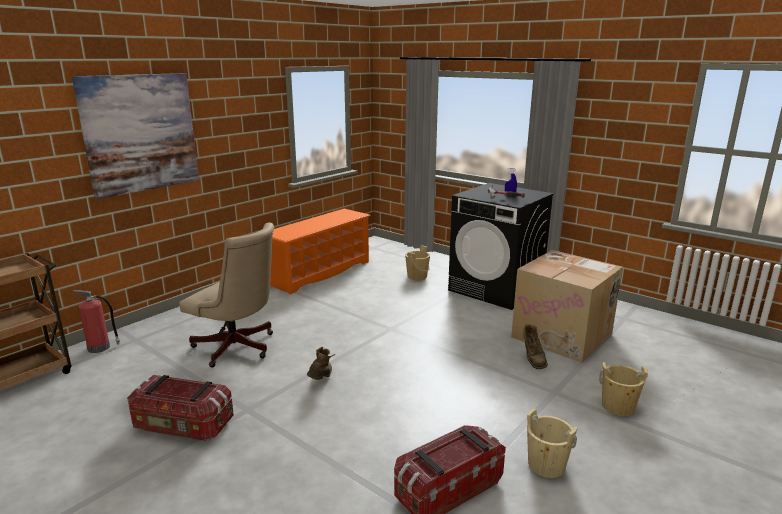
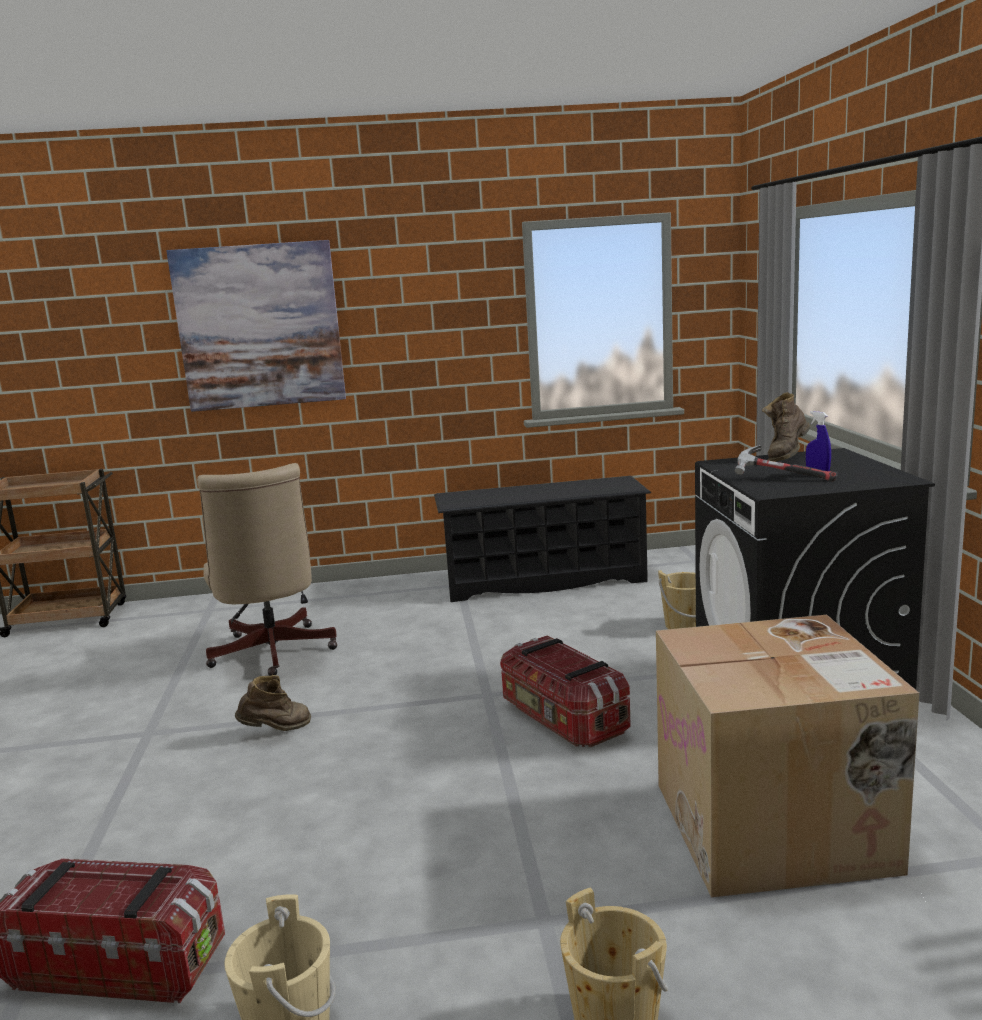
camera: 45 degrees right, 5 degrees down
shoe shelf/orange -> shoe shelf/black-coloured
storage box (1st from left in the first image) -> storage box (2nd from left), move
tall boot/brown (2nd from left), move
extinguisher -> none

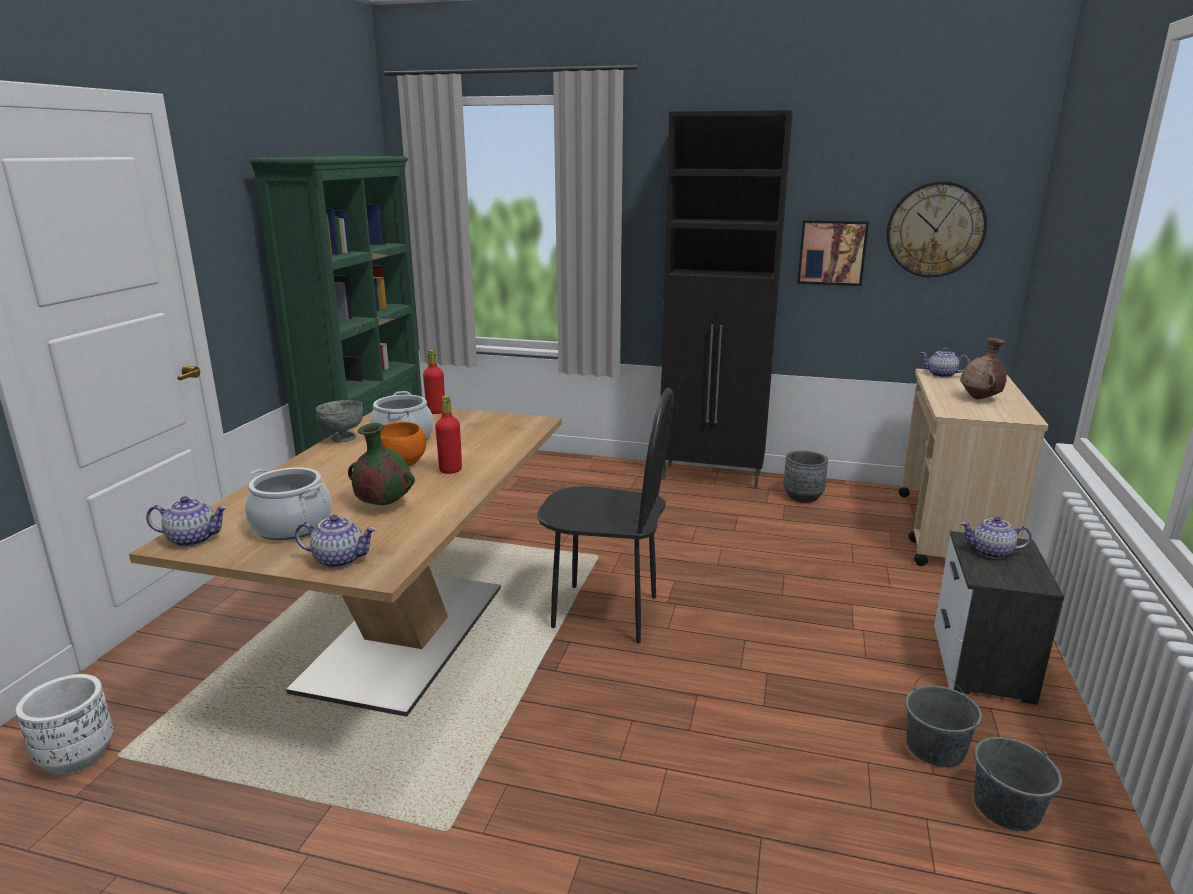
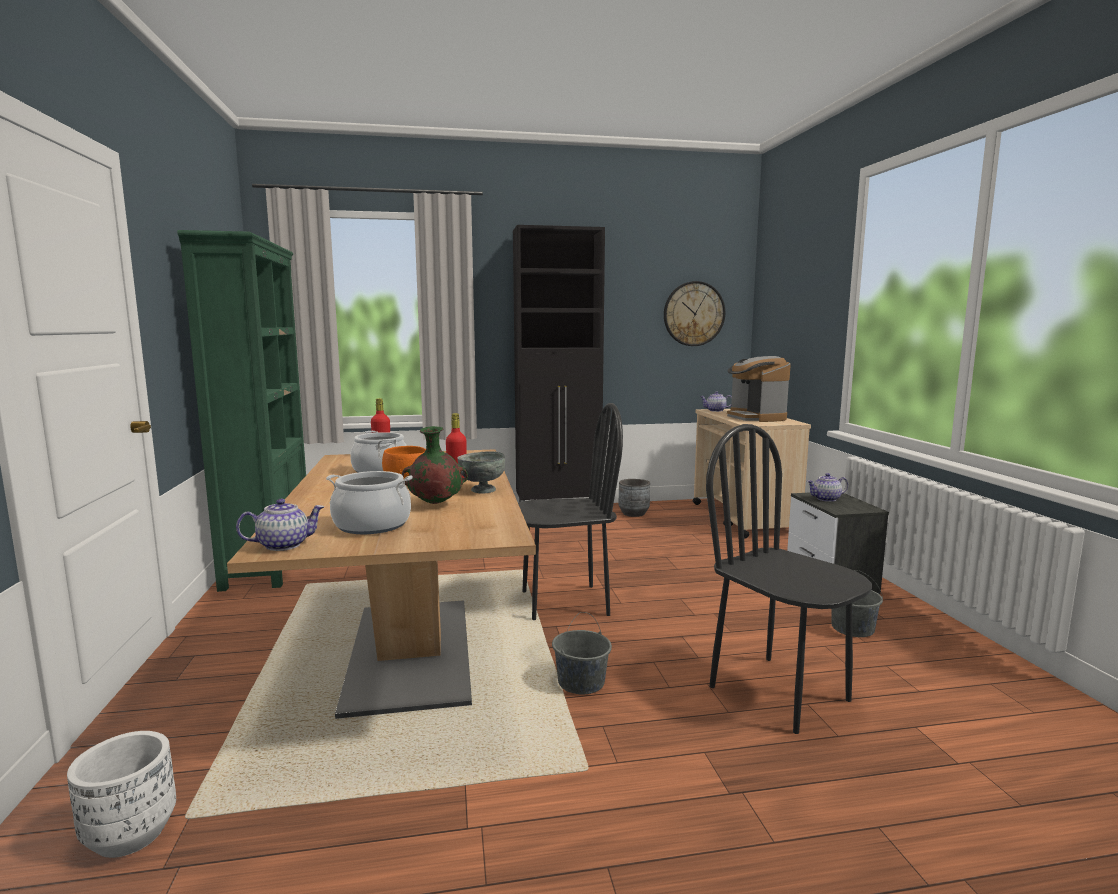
camera: 25 degrees left, 10 degrees down
deep dish/greyish, move
bucket/greyish (2nd from left in the first image) -> bucket/greyish (1st from left), move
none -> plain chair/black-coloured (2nd from left)
vase/brown -> coffee maker
teapot (2nd from left) -> none
wall picture -> none

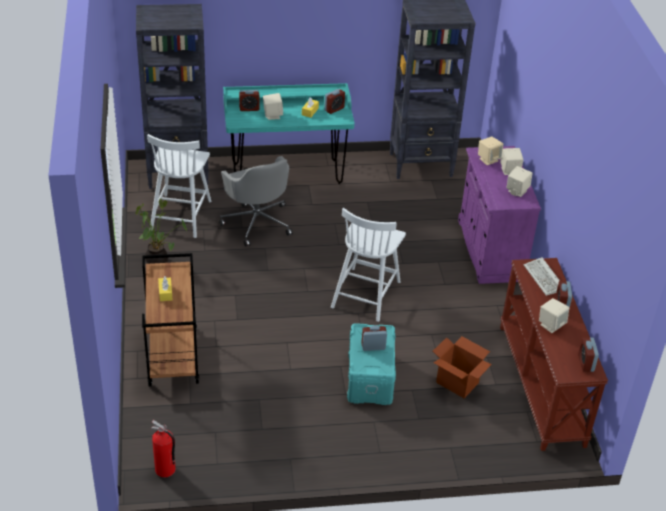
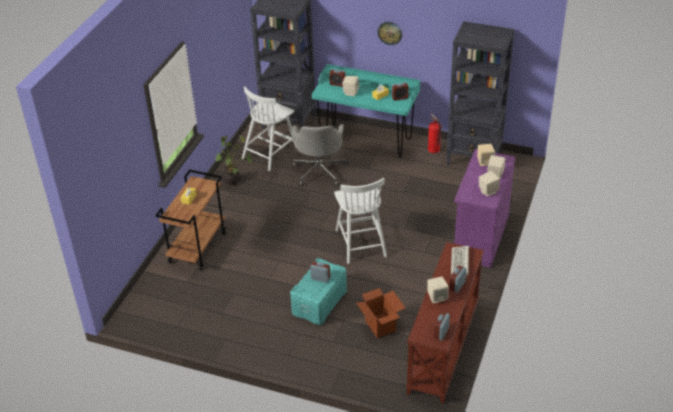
camera: 30 degrees right, 0 degrees up
plain chair/whitish (2nd from left), 60 degrees counterclockwise
none -> hanging clock
extinguisher, move

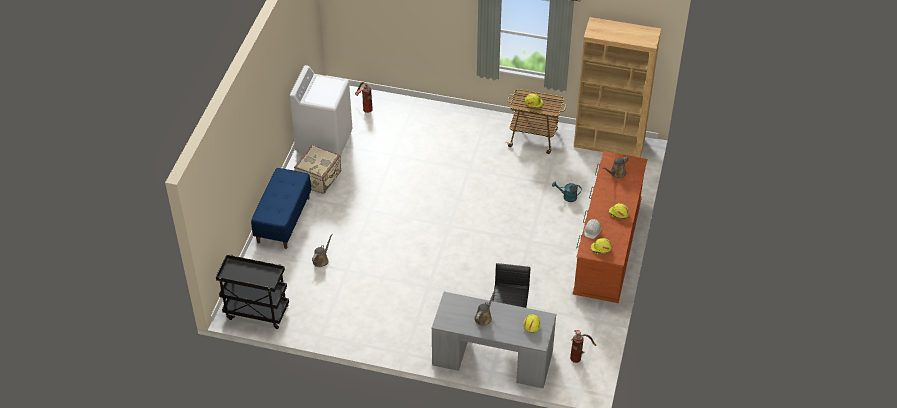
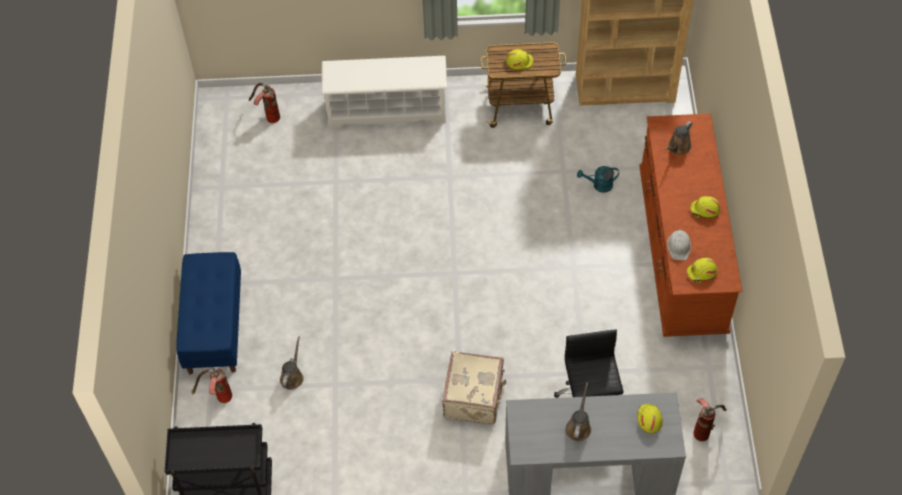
camera: 15 degrees left, 10 degrees up
none -> extinguisher (1st from left)
none -> shoe shelf/whitish
piece of luggage/sand-coloured, move
laundry machine/whitish -> none

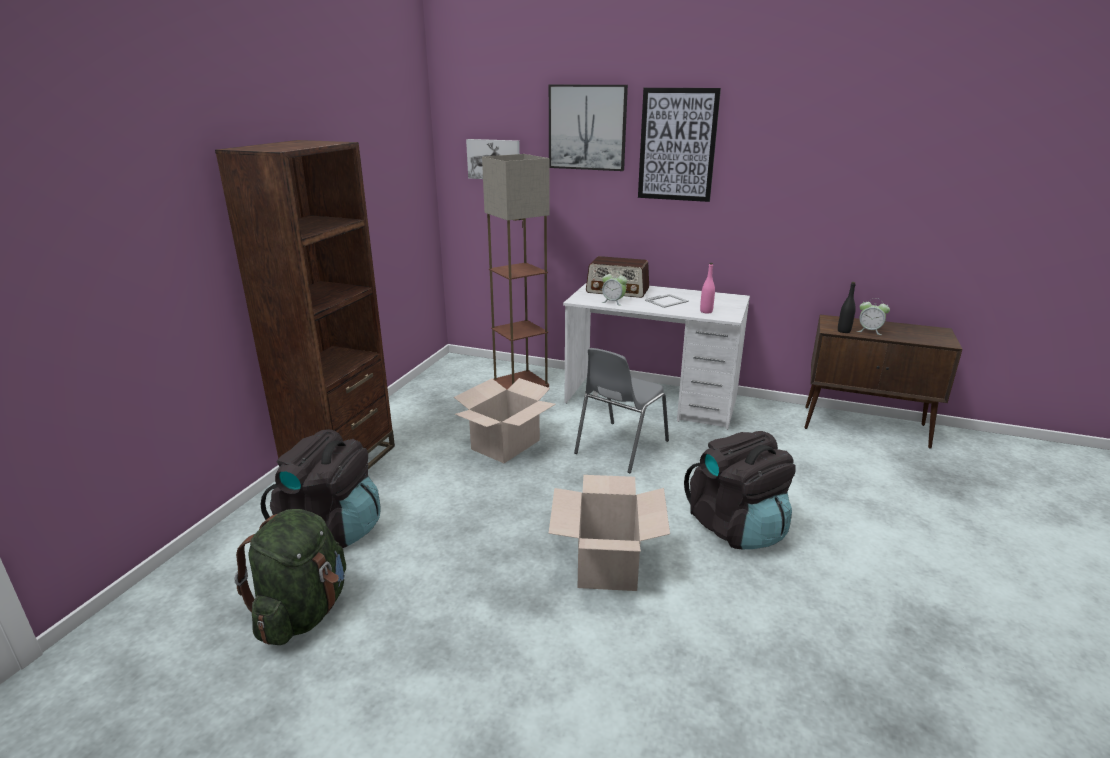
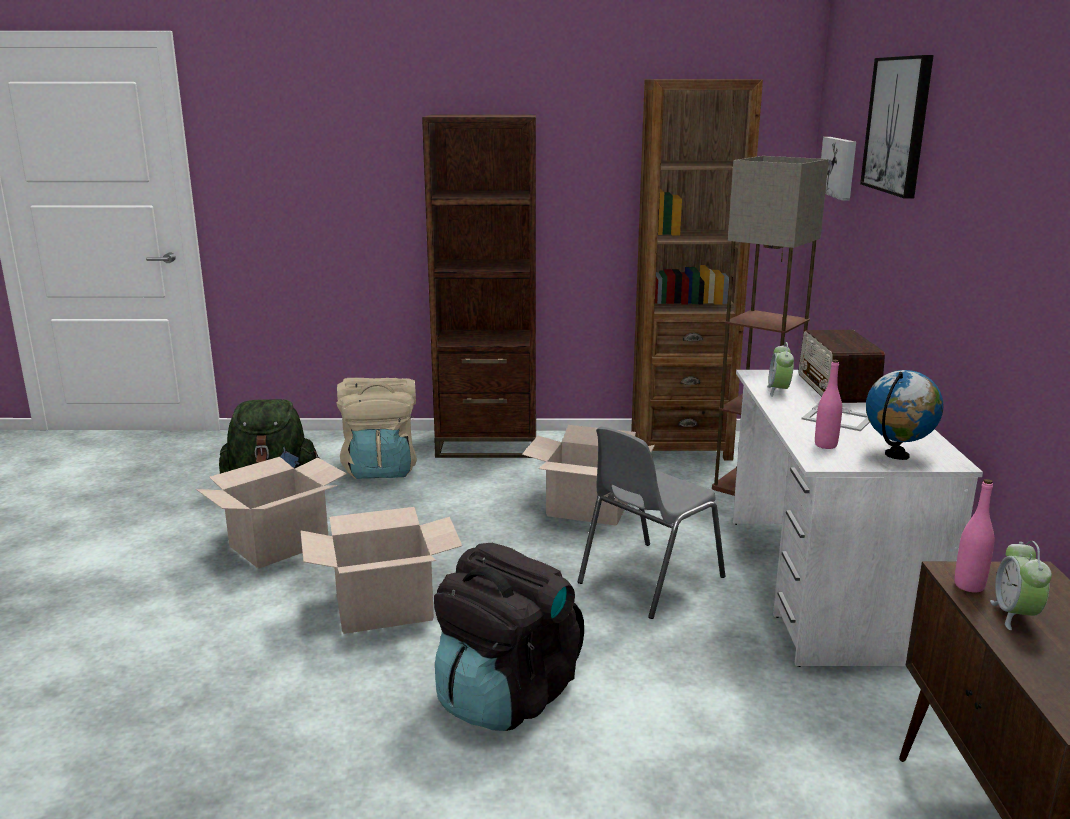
camera: 70 degrees right, 5 degrees down
none -> packing box (1st from left)
knapsack/black-coloured (1st from left) -> knapsack/sand-coloured
plain chair/greyish, 60 degrees counterclockwise
none -> bookshelf/brown (2nd from left)
none -> world globe
beverage bottle/black-coloured -> beverage bottle/pink-coloured (2nd from left)
wall picture (3rd from left) -> none

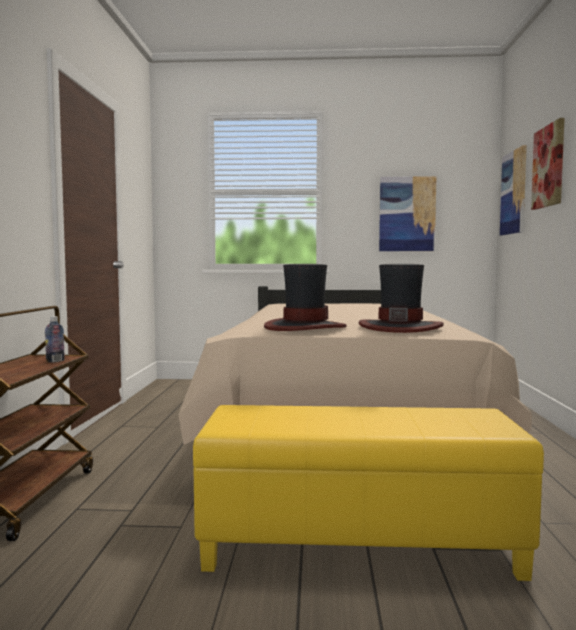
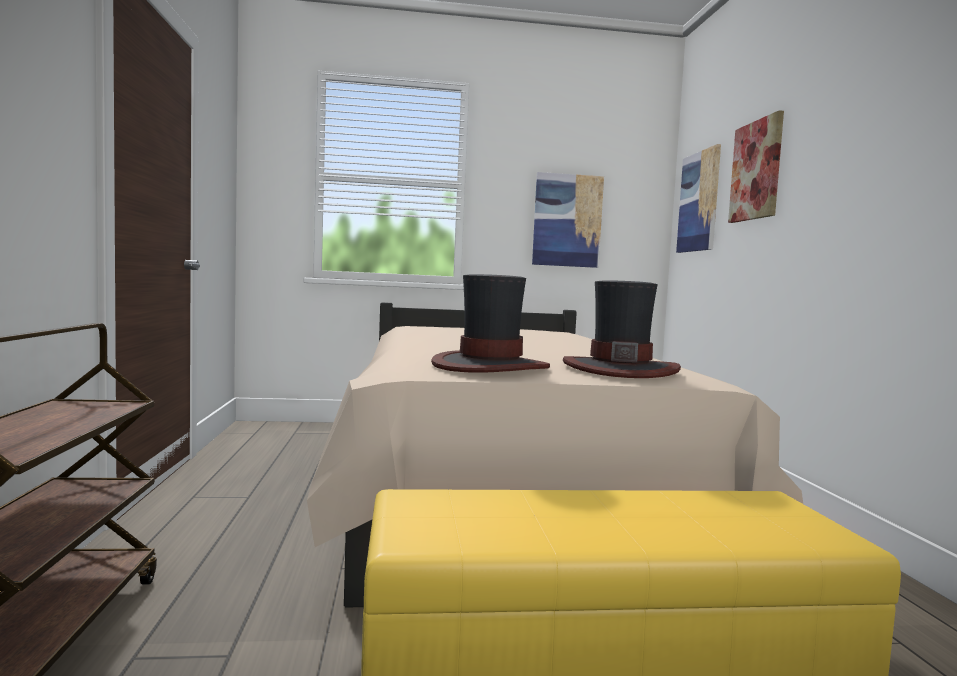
camera: 10 degrees left, 0 degrees up
beverage bottle -> none

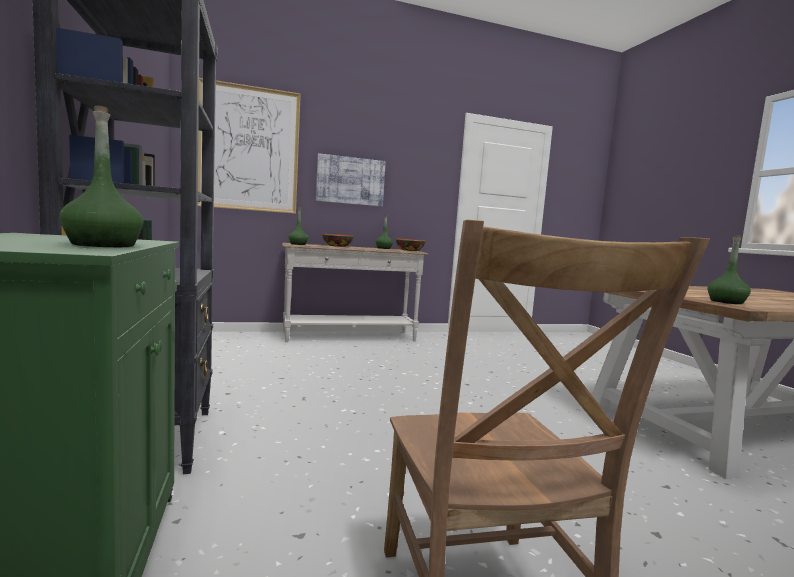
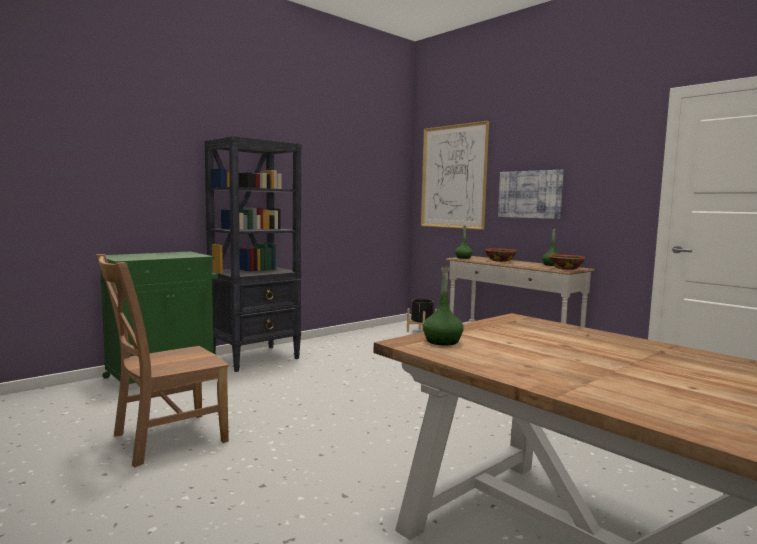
camera: 65 degrees right, 0 degrees up
none -> plant pot/black-coloured
beverage bottle/green (1st from left) -> none

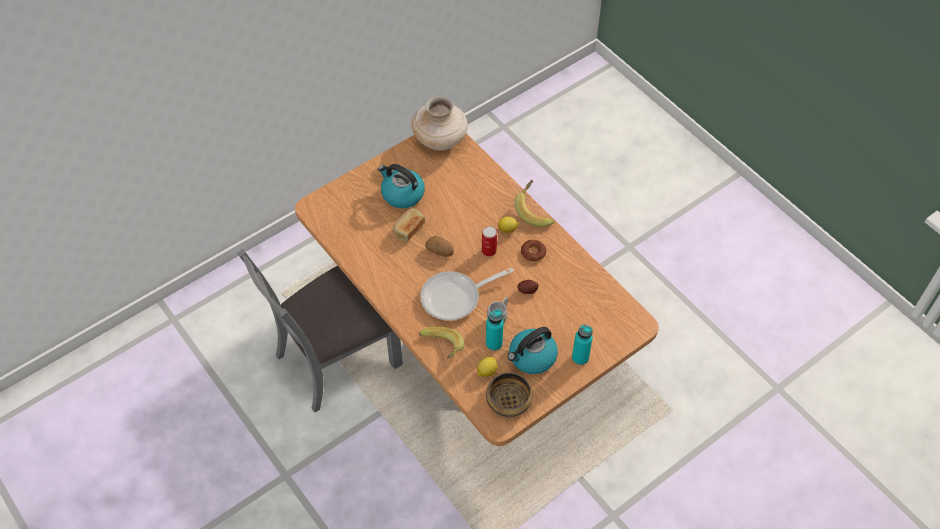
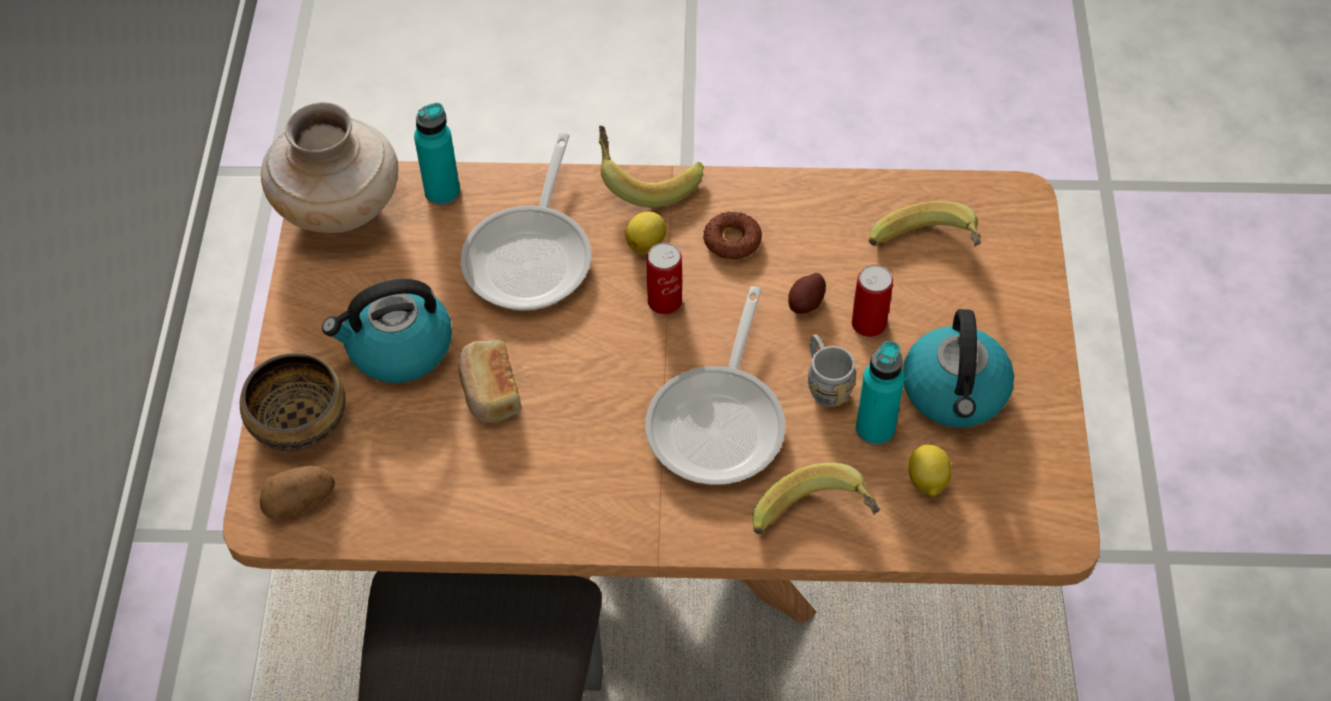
camera: 50 degrees left, 0 degrees up
deep dish, move
whole potato (1st from left), move
beverage bottle/turquoise (2nd from left in the first image) -> beverage bottle/turquoise (1st from left), move
none -> skillet (1st from left)
none -> sealed can (2nd from left)
none -> banana (3rd from left)

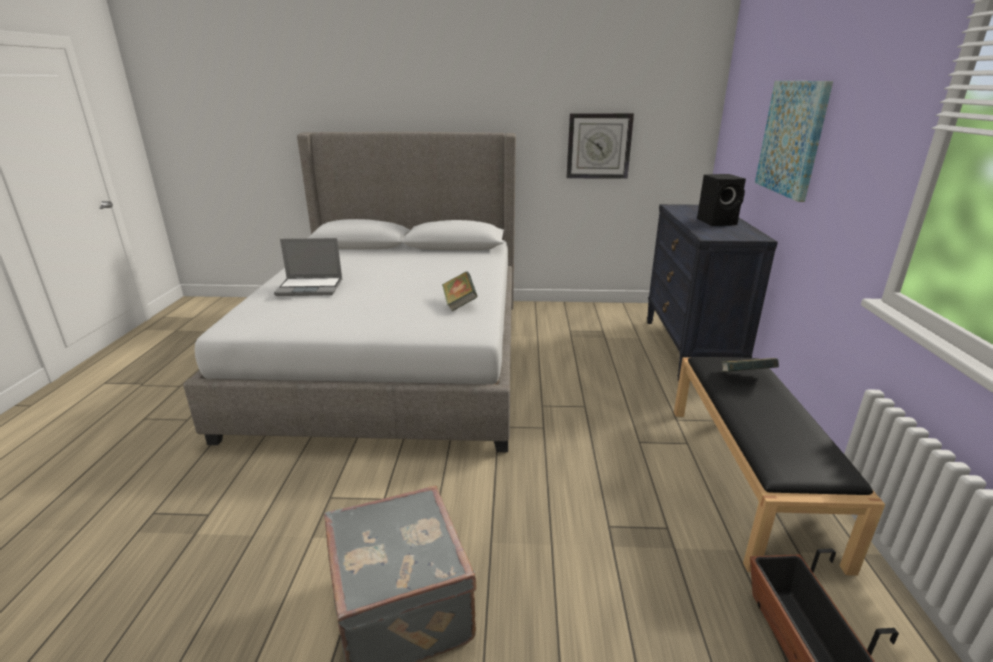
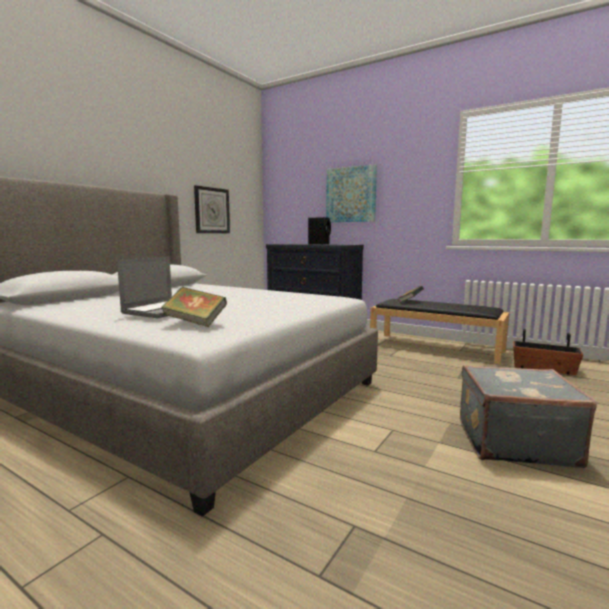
camera: 60 degrees left, 15 degrees down
book (1st from left), move

